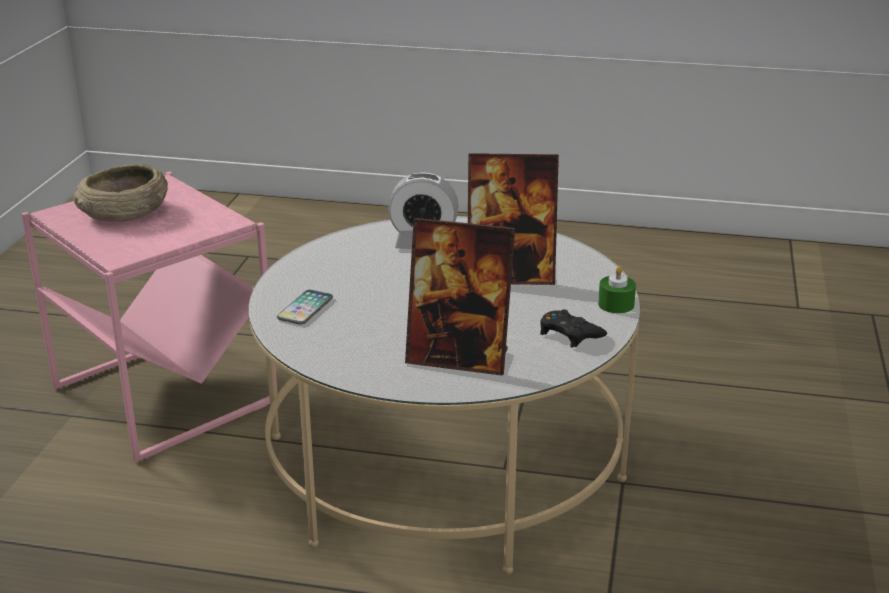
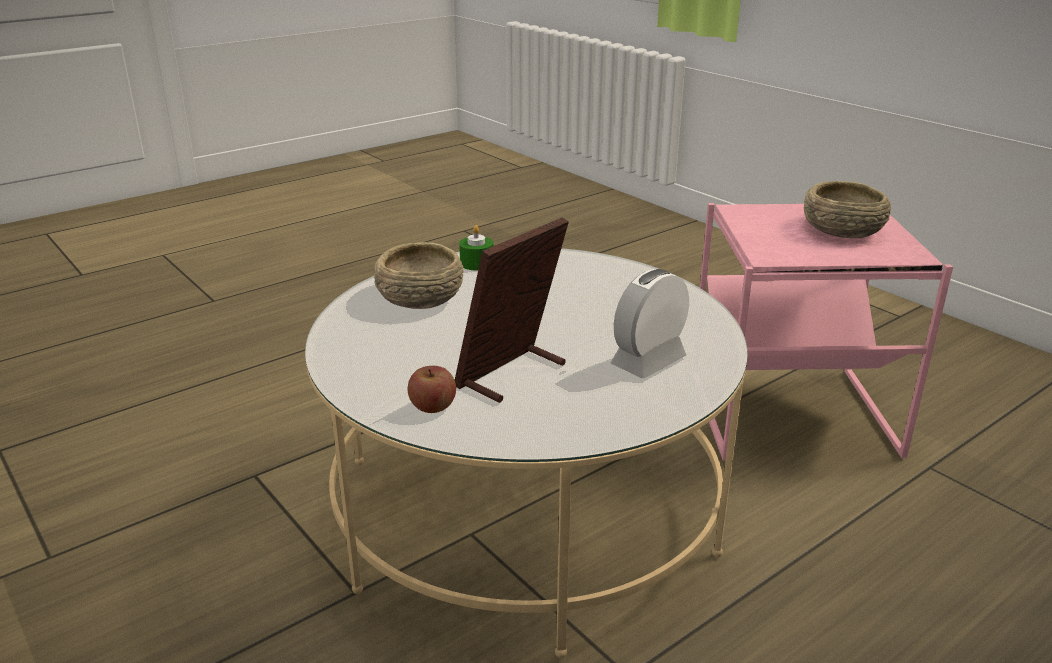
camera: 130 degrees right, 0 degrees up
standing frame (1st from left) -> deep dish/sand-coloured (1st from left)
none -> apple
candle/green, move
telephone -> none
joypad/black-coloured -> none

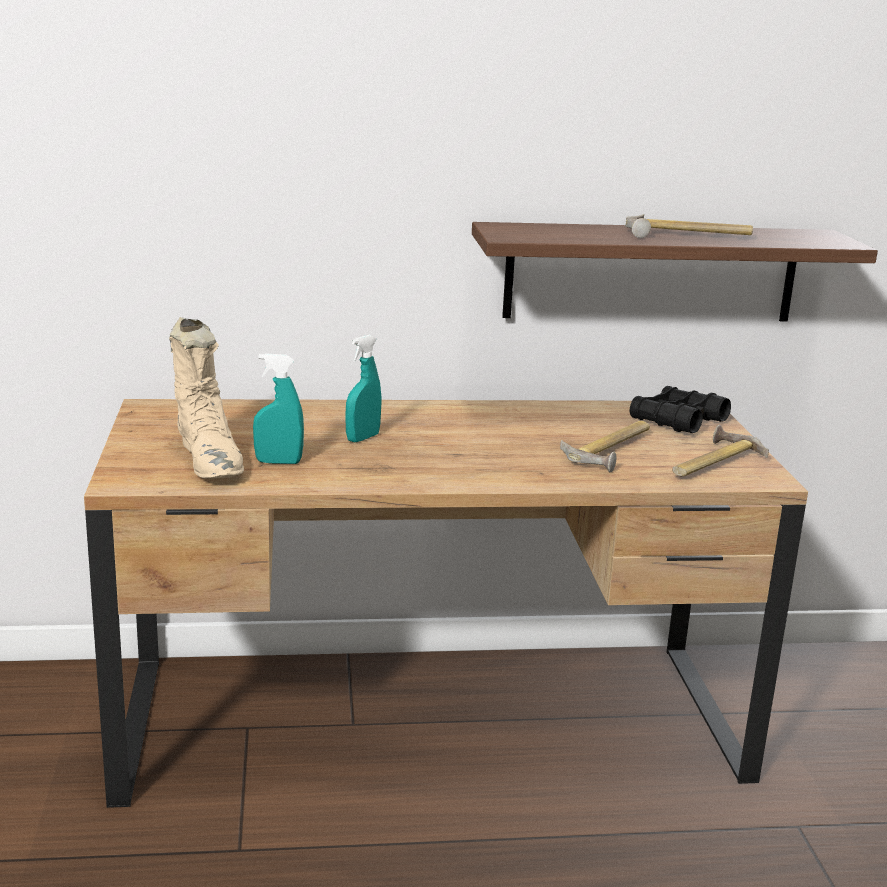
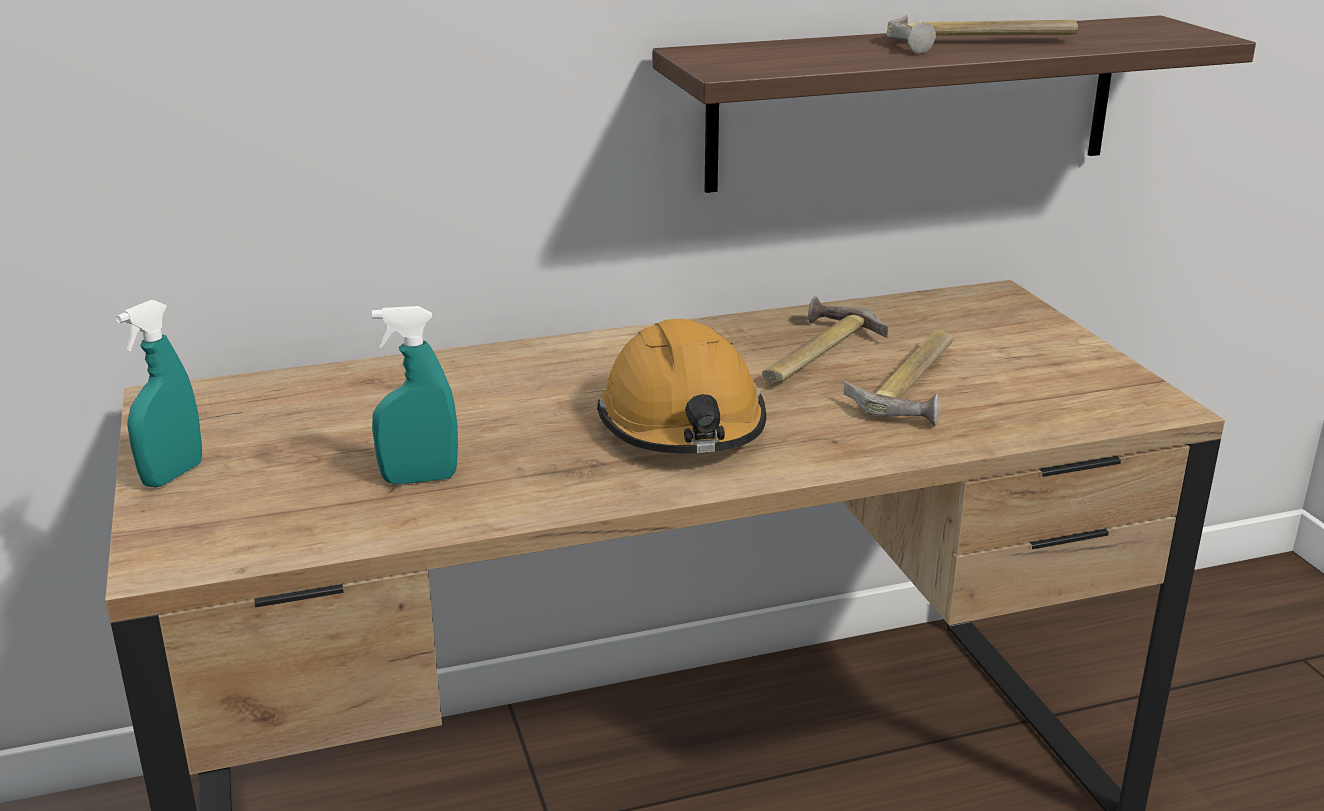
camera: 10 degrees left, 5 degrees up
spray bottle/turquoise (2nd from left in the first image) -> spray bottle/turquoise (1st from left), move
none -> work helmet/orange
hammer (3rd from left in the first image) -> hammer (1st from left), move
tall boot/sand-coloured -> none
binoculars/black-coloured -> none

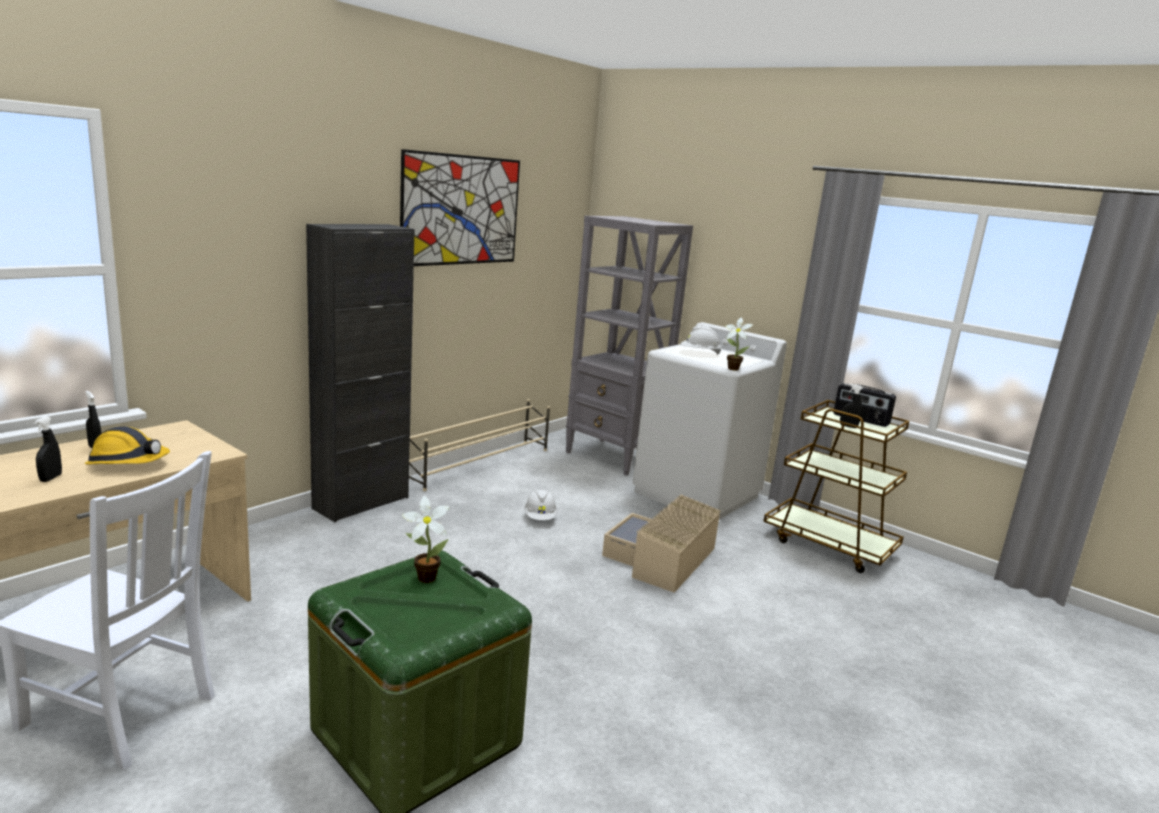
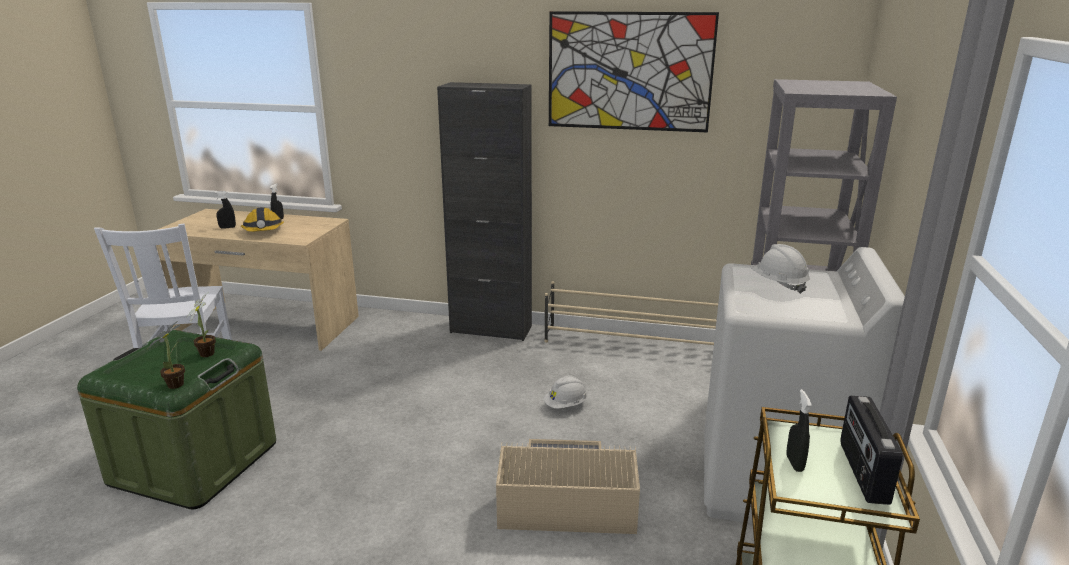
camera: 65 degrees right, 5 degrees up
potted plant (2nd from left in the first image) -> potted plant (1st from left), move

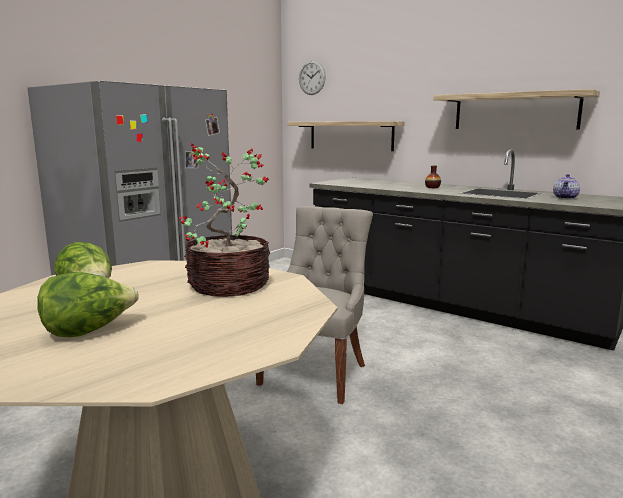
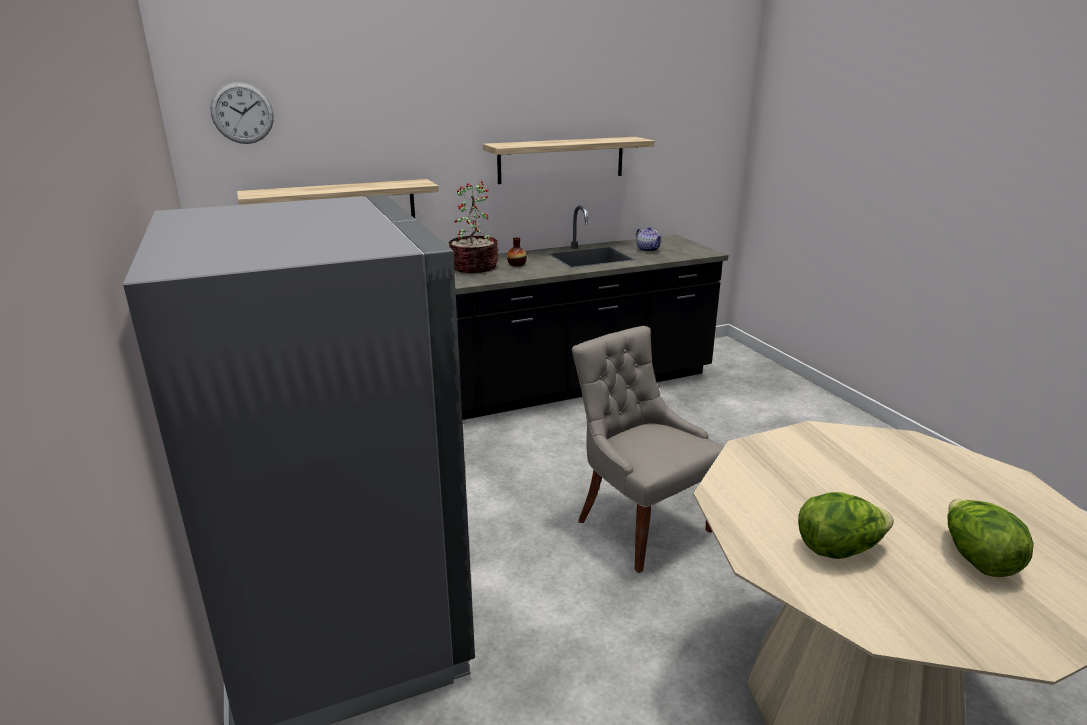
camera: 60 degrees left, 10 degrees up
potted plant, move

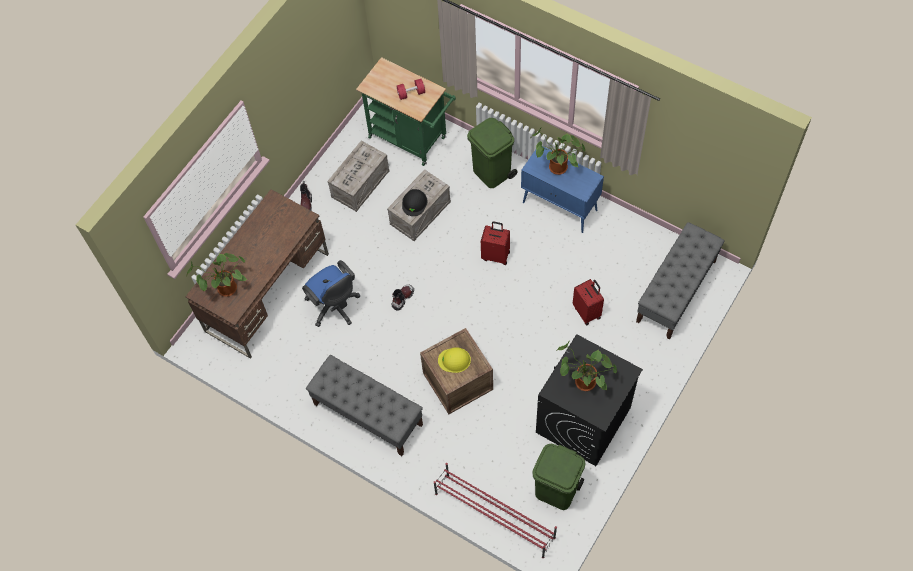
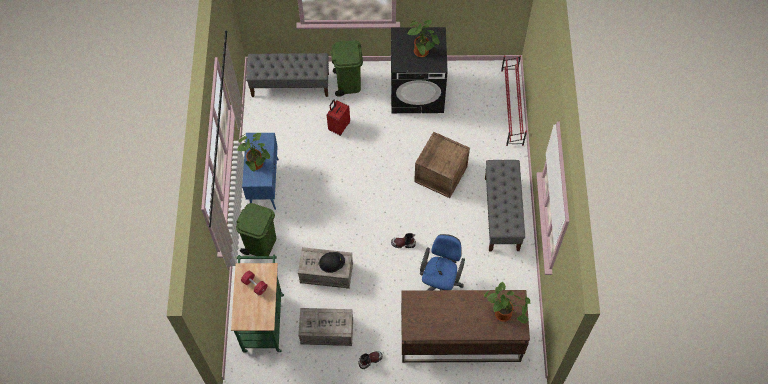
camera: 125 degrees left, 0 degrees up
rubbish bin/green (2nd from left), move
work helmet/yellow -> none
piece of luggage/red (1st from left) -> none

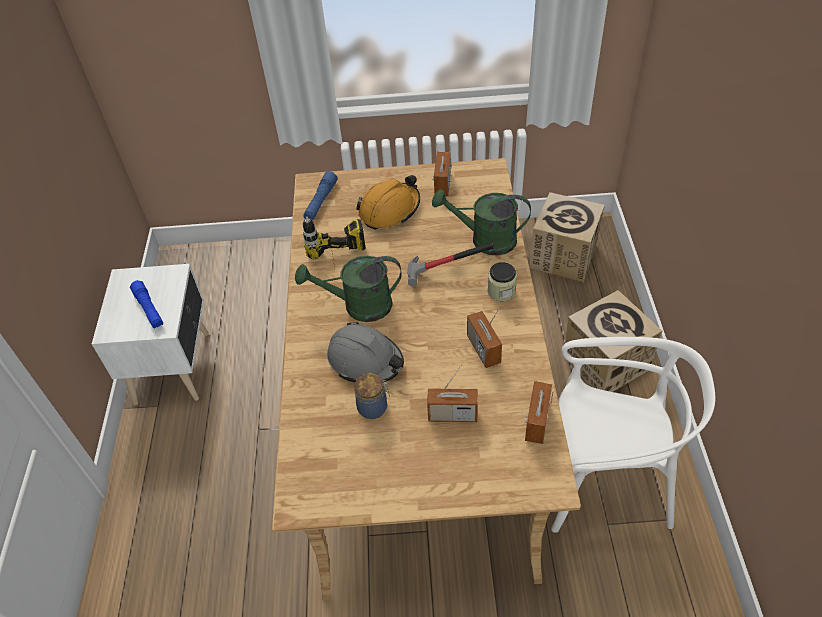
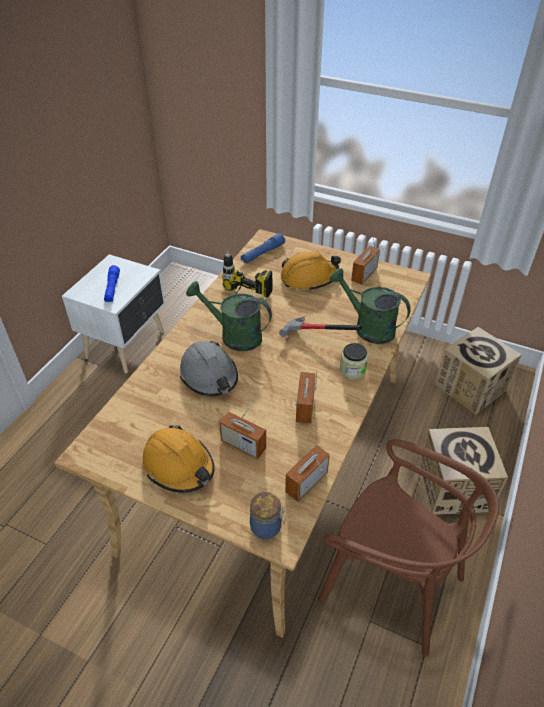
camera: 25 degrees right, 5 degrees down
none -> work helmet/orange (1st from left)
jar (1st from left), move
plain chair/whitish -> plain chair/brown

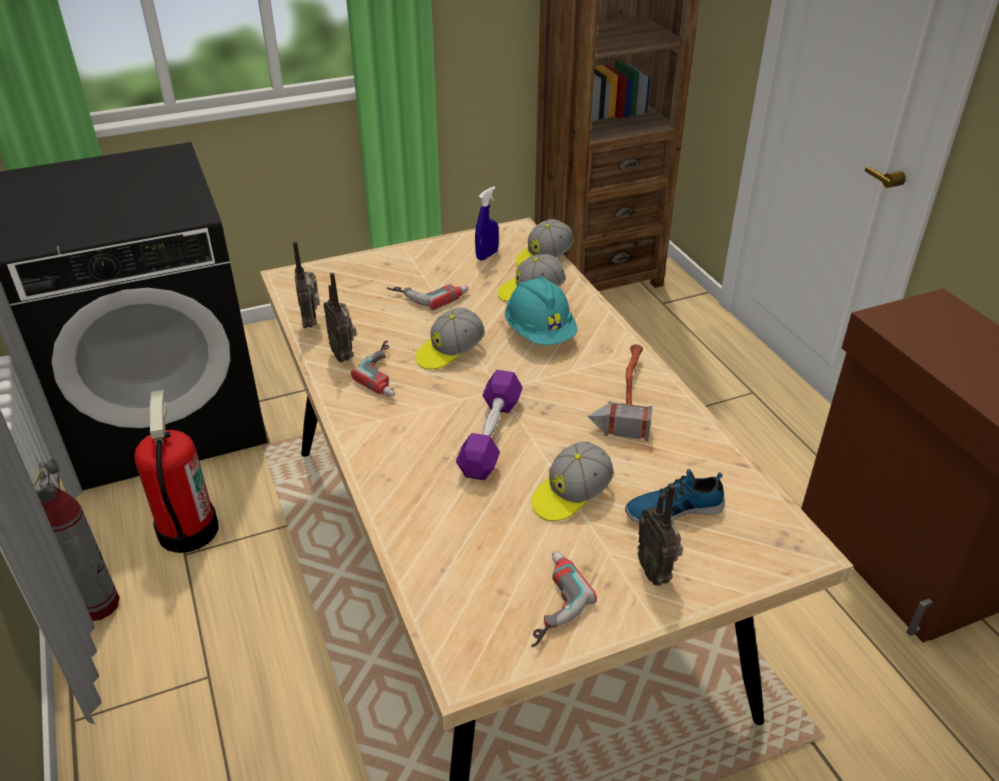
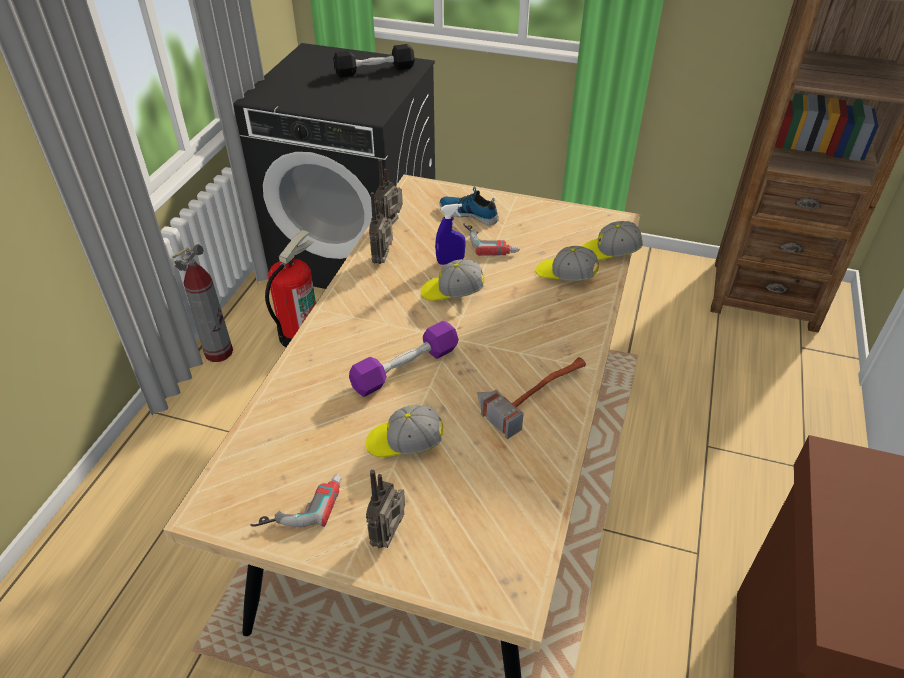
camera: 40 degrees right, 5 degrees up
none -> free weight/black-coloured
spray bottle/blue-coloured, move
item of footwear, move
electric drill (1st from left) -> none
work helmet/turquoise -> none

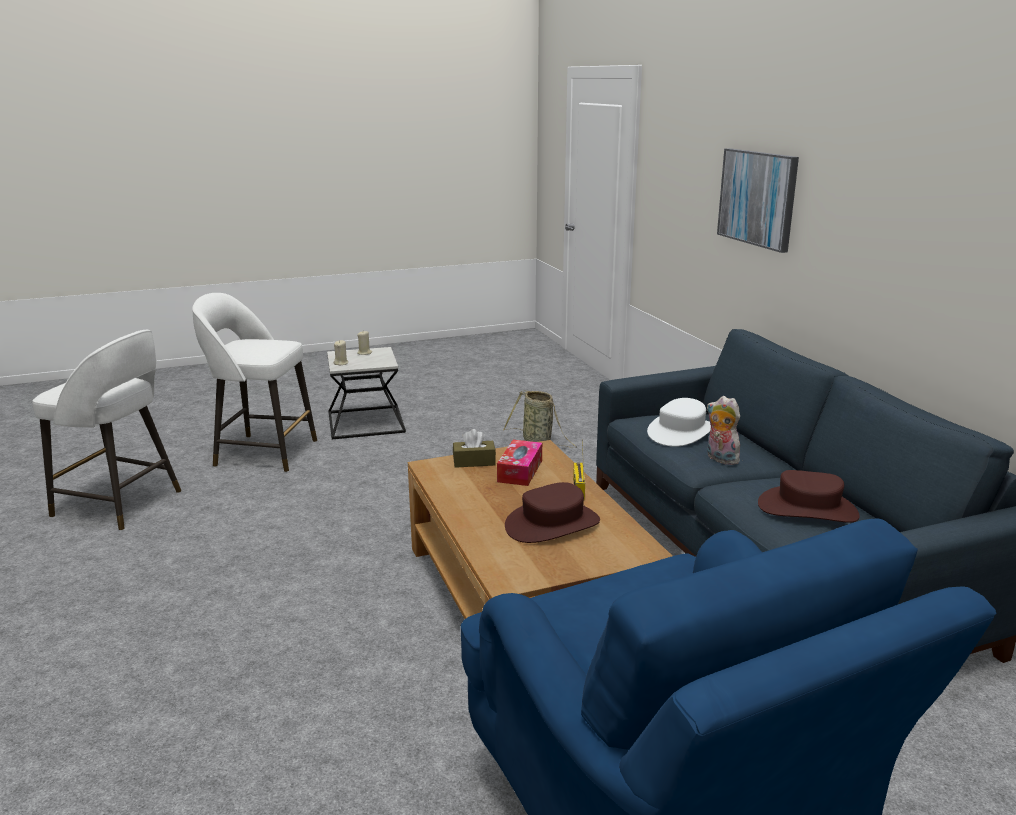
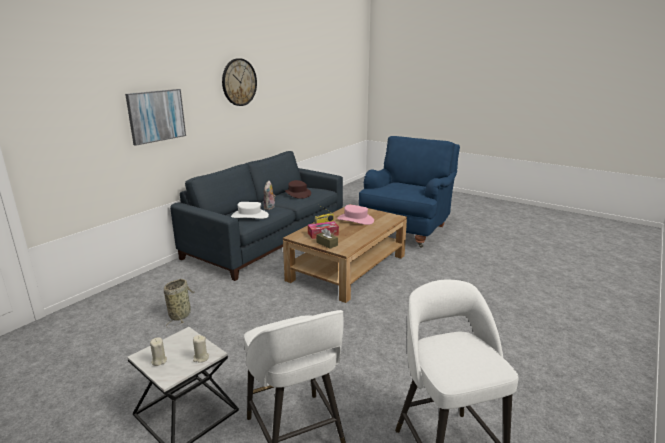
camera: 125 degrees left, 0 degrees up
none -> hanging clock
hat/brown (1st from left) -> hat/pink-coloured

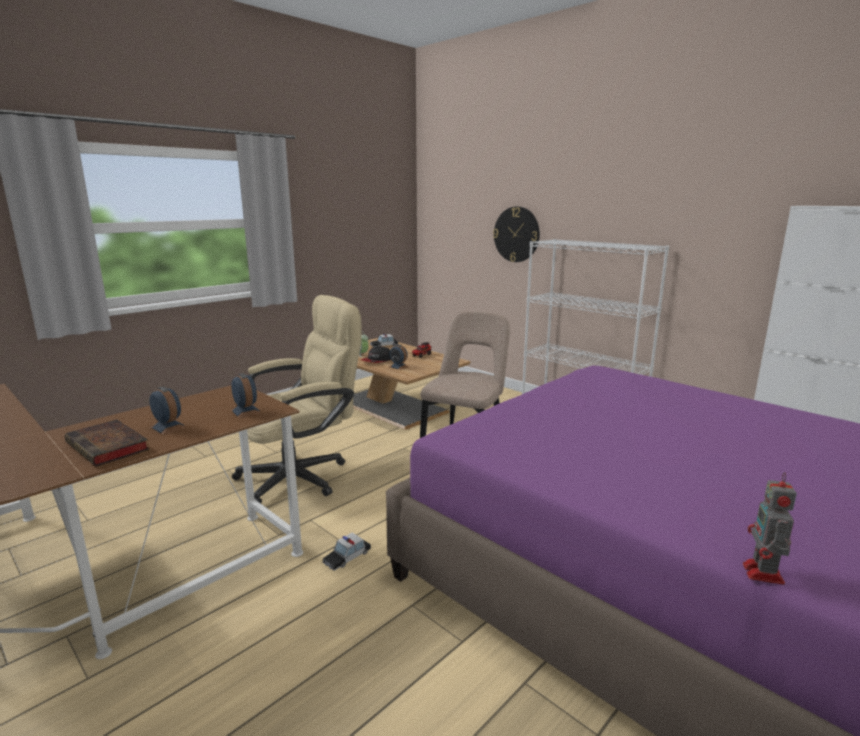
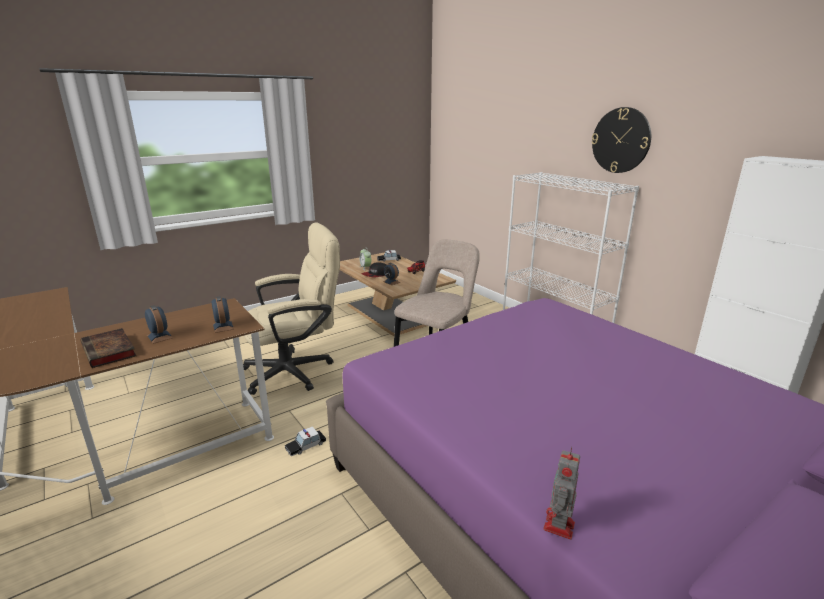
camera: 10 degrees right, 5 degrees up
hanging clock, move

